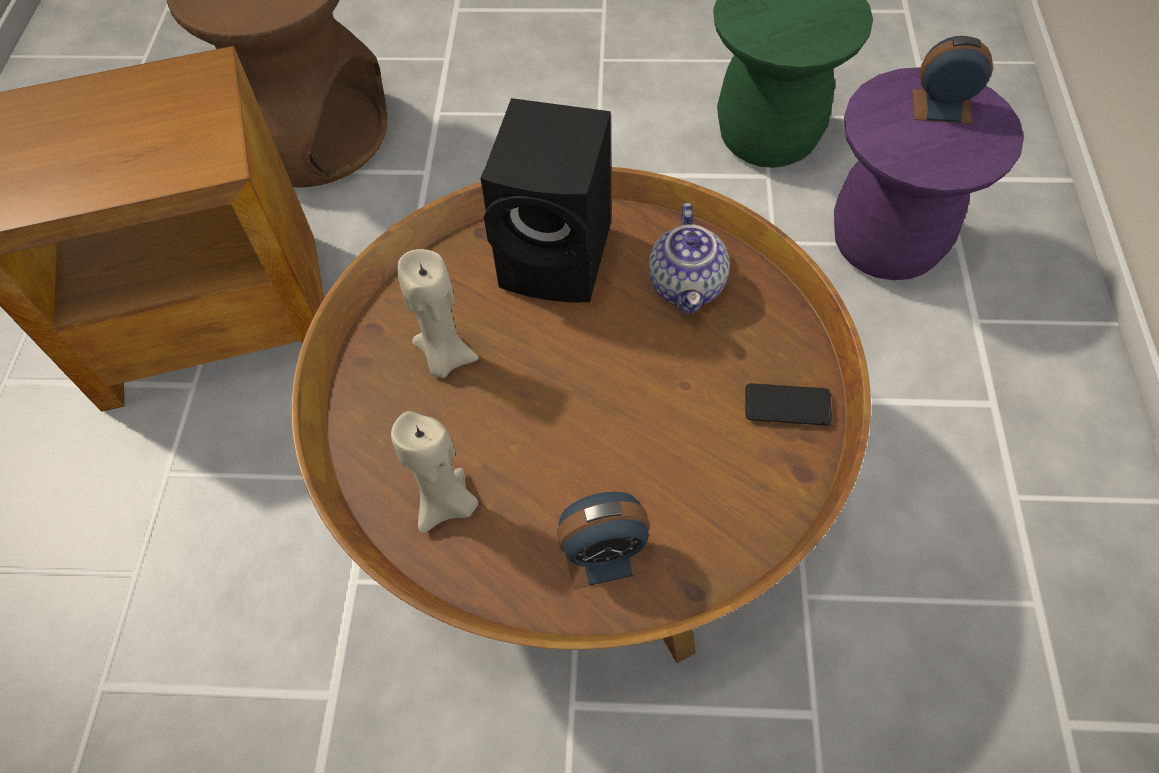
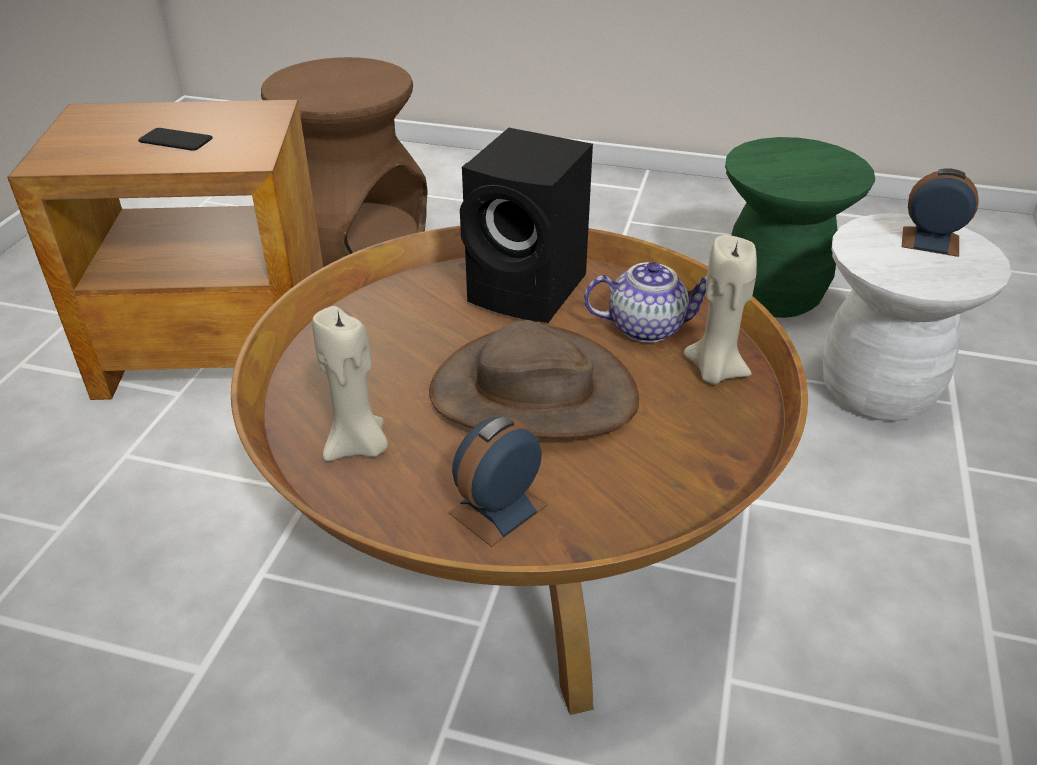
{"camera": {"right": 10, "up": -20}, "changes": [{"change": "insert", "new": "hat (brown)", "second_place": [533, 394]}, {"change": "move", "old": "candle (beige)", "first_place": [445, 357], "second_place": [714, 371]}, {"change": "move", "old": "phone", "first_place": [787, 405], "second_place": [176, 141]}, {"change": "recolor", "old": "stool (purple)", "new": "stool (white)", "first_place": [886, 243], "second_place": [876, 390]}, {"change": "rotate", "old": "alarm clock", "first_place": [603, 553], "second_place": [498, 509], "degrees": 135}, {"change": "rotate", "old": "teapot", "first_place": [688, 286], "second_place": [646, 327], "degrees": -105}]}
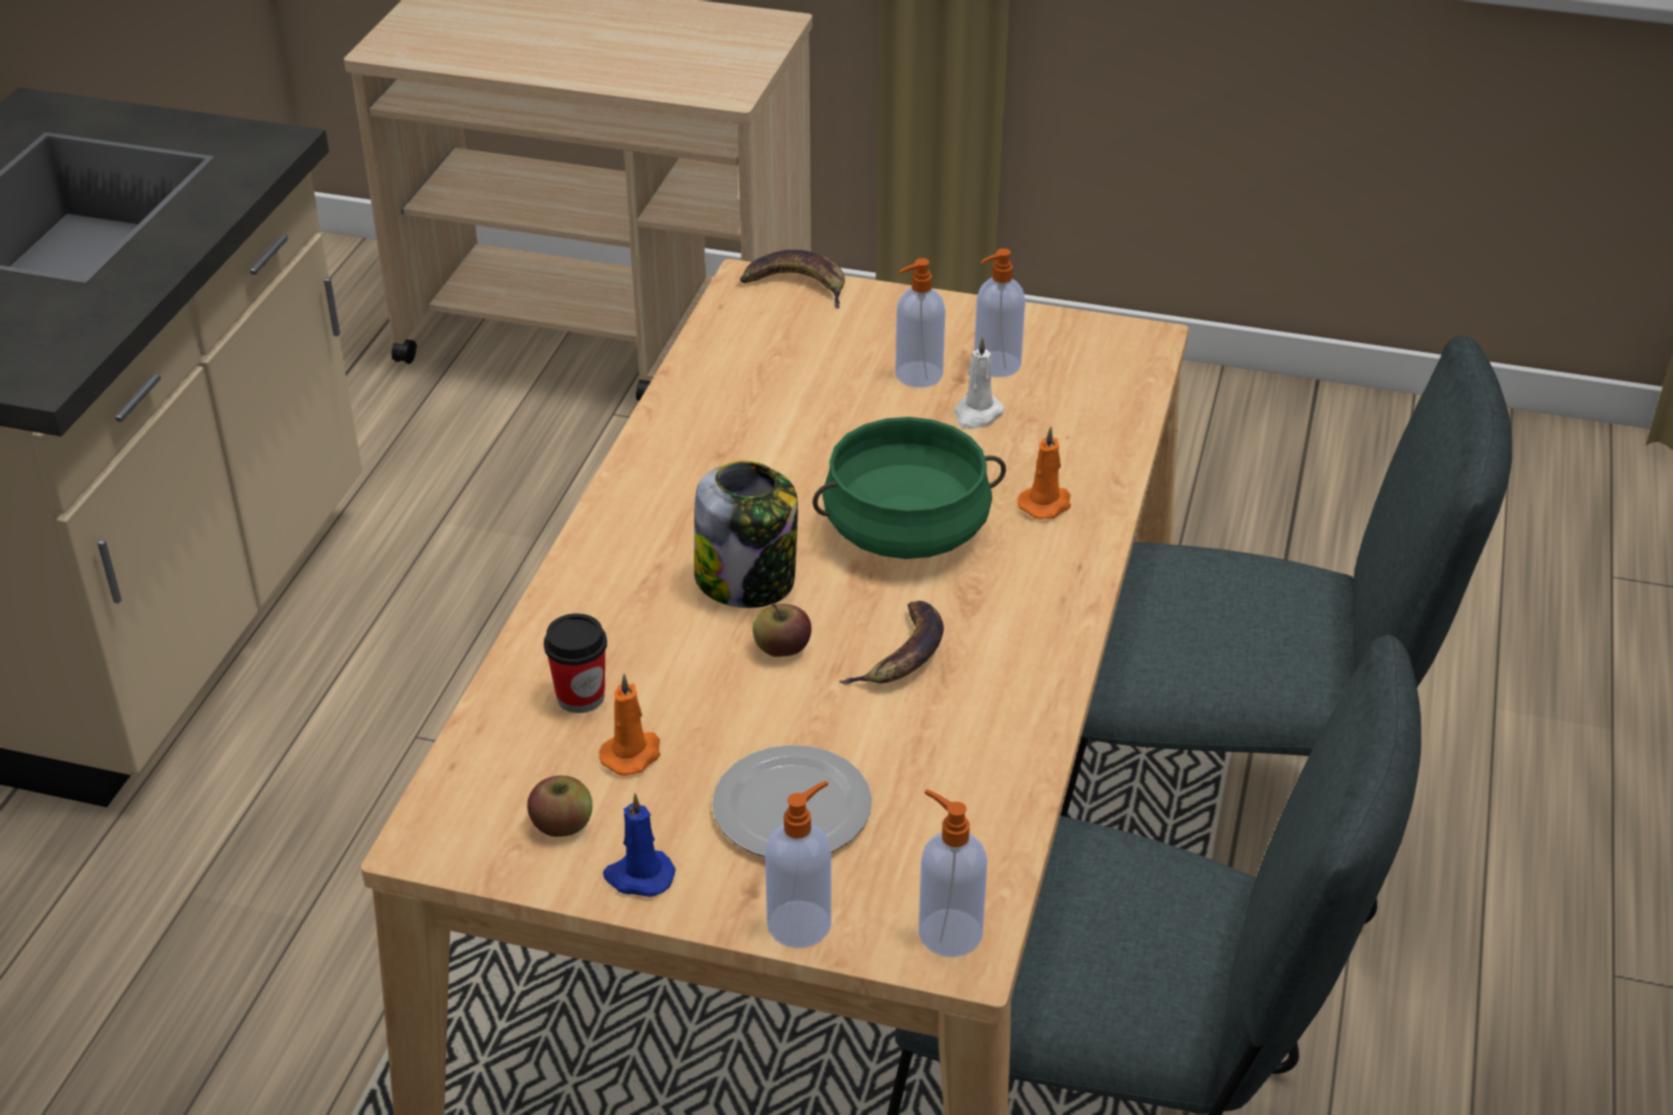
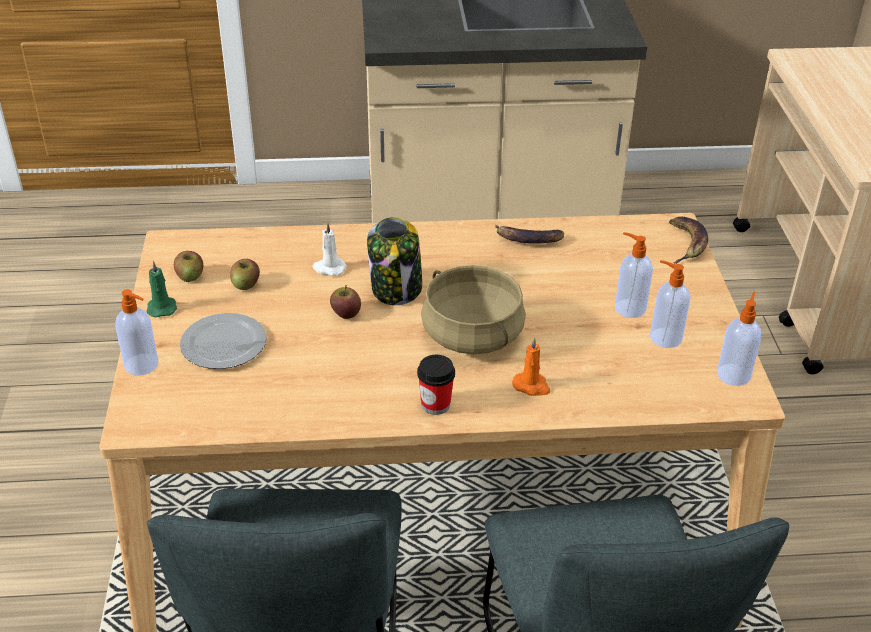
{"camera": {"right": 70, "up": 0}, "changes": [{"change": "move", "old": "cup", "first_place": [580, 696], "second_place": [435, 404]}, {"change": "move", "old": "banana", "first_place": [903, 655], "second_place": [527, 239]}, {"change": "move", "old": "soap dispenser", "first_place": [948, 932], "second_place": [733, 374]}, {"change": "move", "old": "candle (white)", "first_place": [977, 414], "second_place": [329, 268]}, {"change": "replace", "old": "candle (orange)", "new": "apple", "first_place": [633, 754], "second_place": [246, 285]}, {"change": "recolor", "old": "candle (blue)", "new": "candle (green)", "first_place": [638, 876], "second_place": [162, 307]}, {"change": "recolor", "old": "cooking pot (green)", "new": "cooking pot (beige)", "first_place": [906, 531], "second_place": [471, 335]}]}
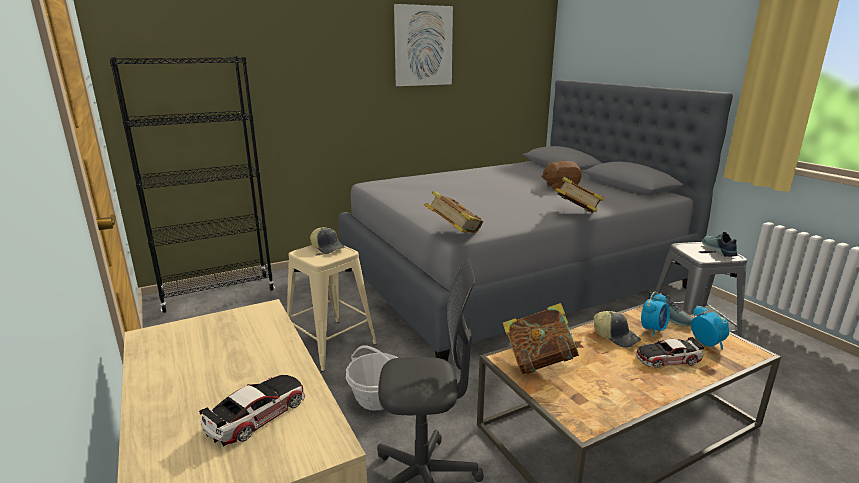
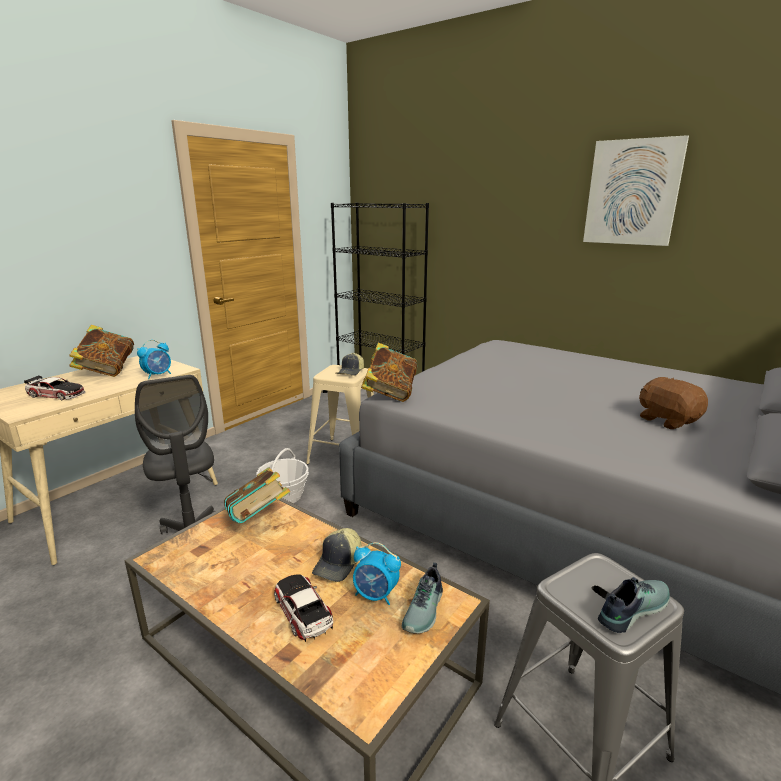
{"camera": {"right": 65, "up": 0}, "changes": [{"change": "move", "old": "book", "first_place": [576, 214], "second_place": [107, 371]}, {"change": "move", "old": "alarm clock", "first_place": [706, 343], "second_place": [158, 375]}]}
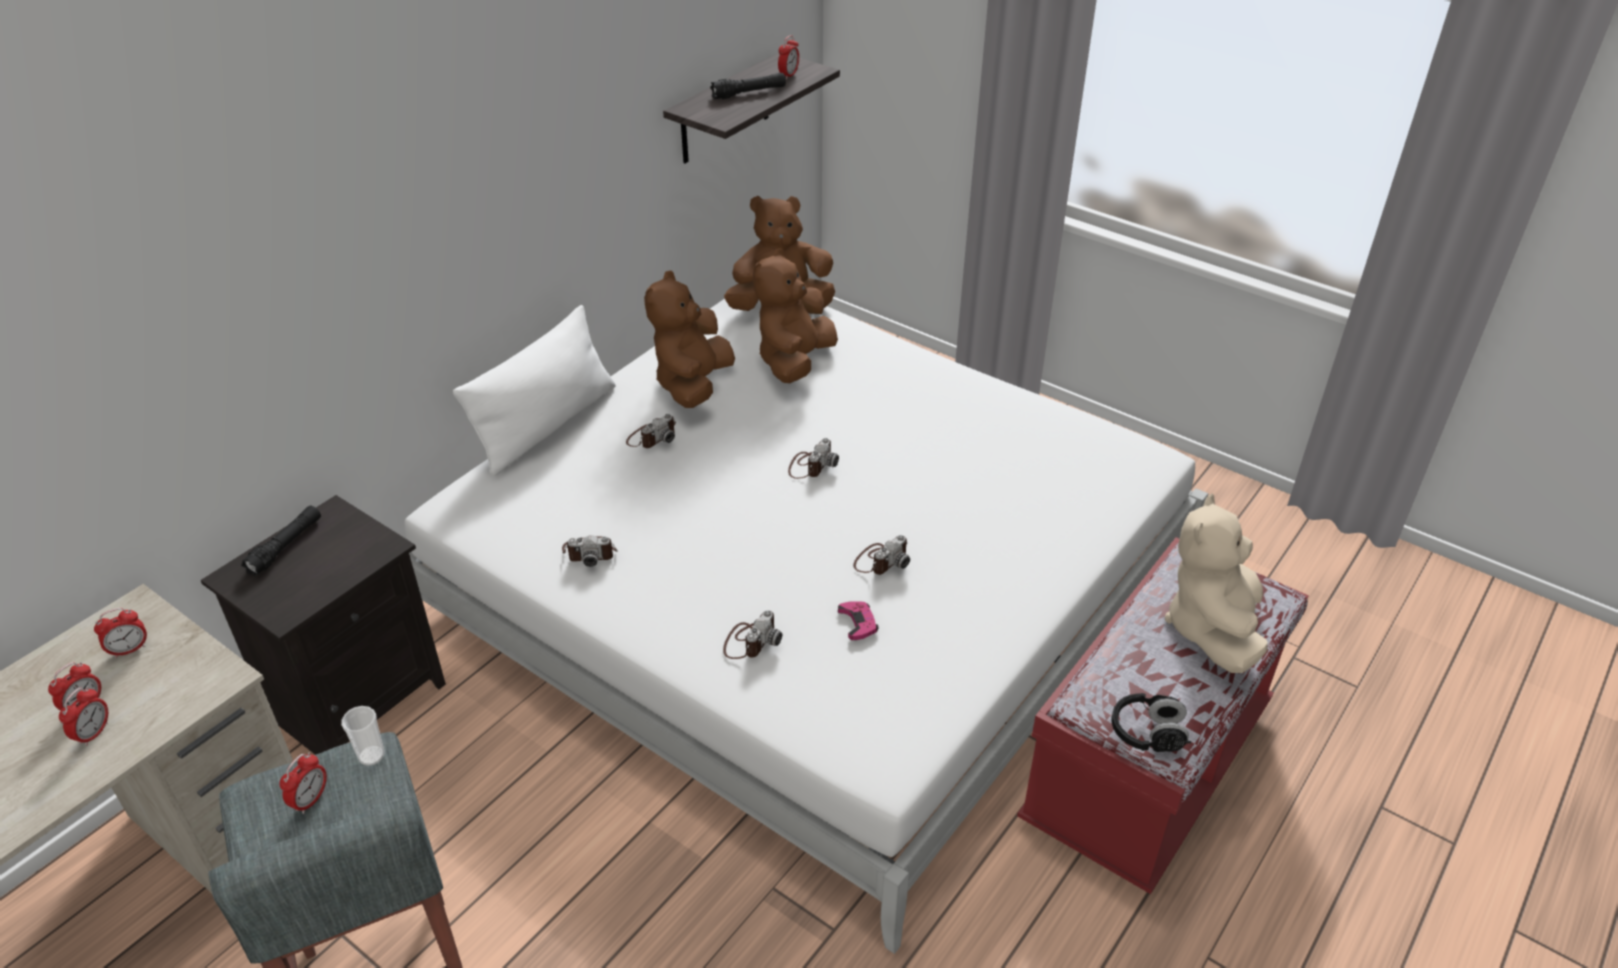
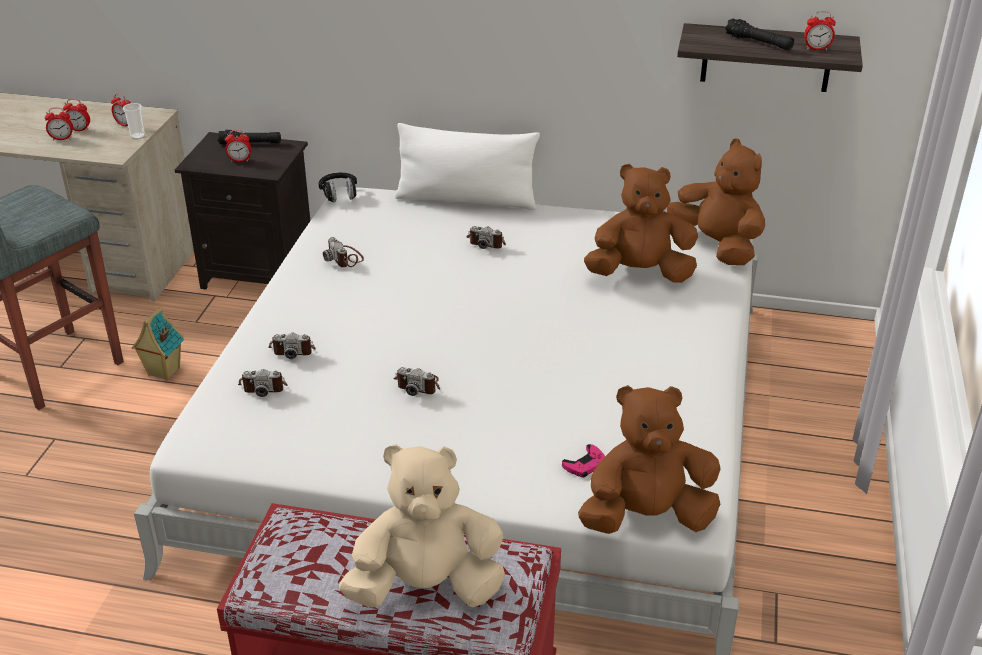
{"camera": {"right": 65, "up": -5}, "changes": [{"change": "insert", "new": "toy house", "second_place": [163, 372]}, {"change": "move", "old": "alarm clock", "first_place": [310, 800], "second_place": [240, 160]}, {"change": "move", "old": "cup", "first_place": [371, 756], "second_place": [137, 136]}, {"change": "move", "old": "plush toy (brown)", "first_place": [693, 385], "second_place": [646, 517]}, {"change": "move", "old": "photo camera", "first_place": [811, 465], "second_place": [263, 386]}, {"change": "move", "old": "game controller (pink)", "first_place": [858, 622], "second_place": [585, 464]}, {"change": "move", "old": "headphones (black)", "first_place": [1147, 734], "second_place": [339, 195]}]}
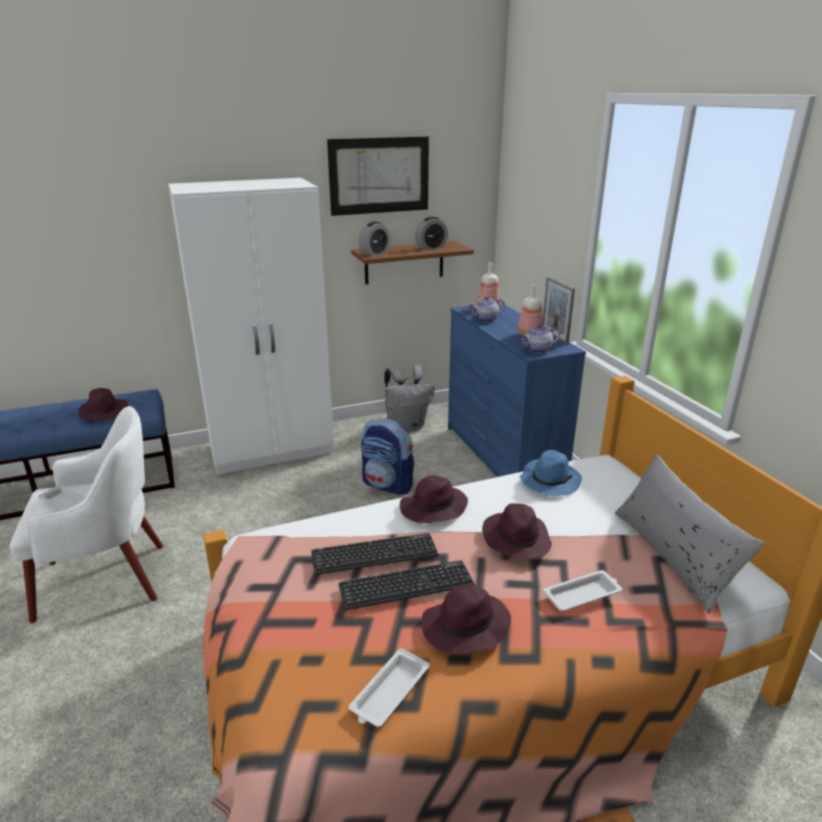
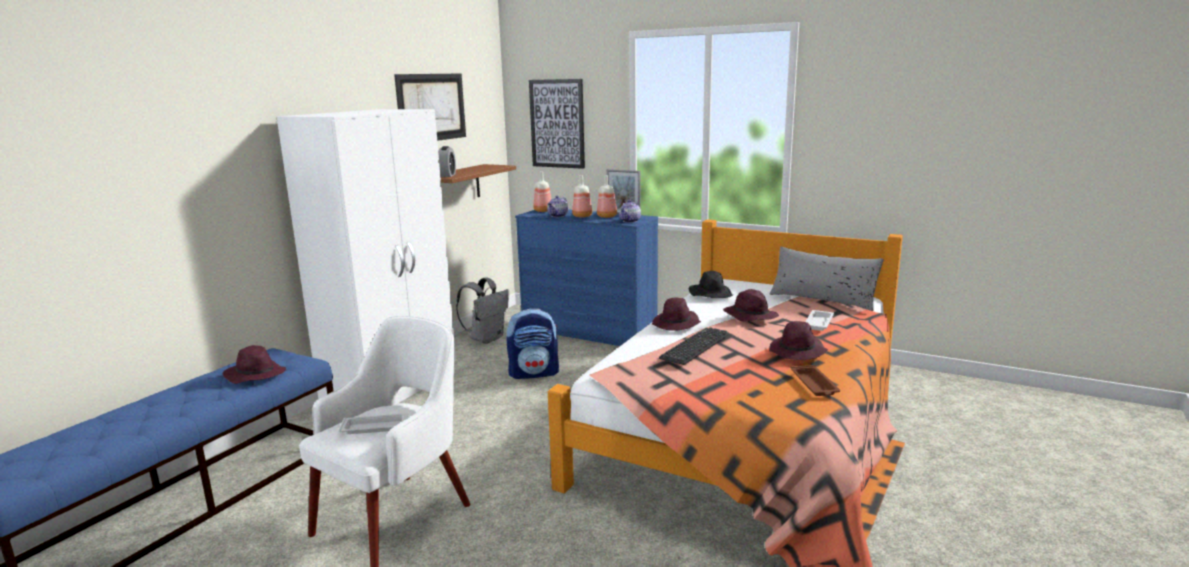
{"camera": {"right": -40, "up": -10}, "changes": [{"change": "delete", "old": "keyboard", "first_place": [406, 585]}, {"change": "delete", "old": "alarm clock", "first_place": [431, 247]}, {"change": "insert", "new": "picture", "second_place": [557, 124]}, {"change": "insert", "new": "bottle", "second_place": [583, 216]}, {"change": "recolor", "old": "tray (white)", "new": "tray (brown)", "first_place": [389, 693], "second_place": [814, 385]}, {"change": "recolor", "old": "hat (blue)", "new": "hat (black)", "first_place": [549, 481], "second_place": [710, 294]}]}
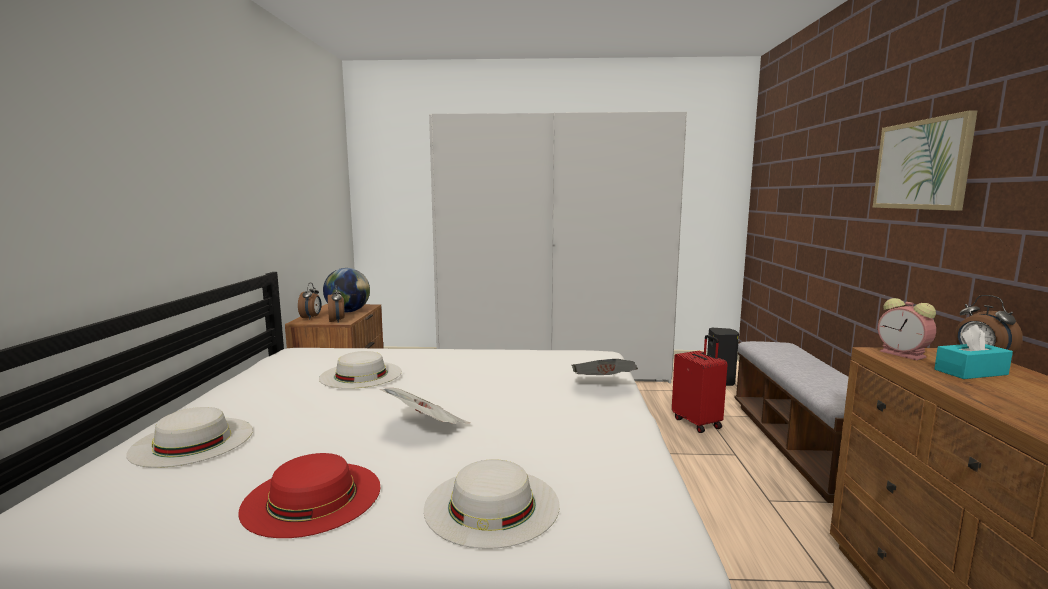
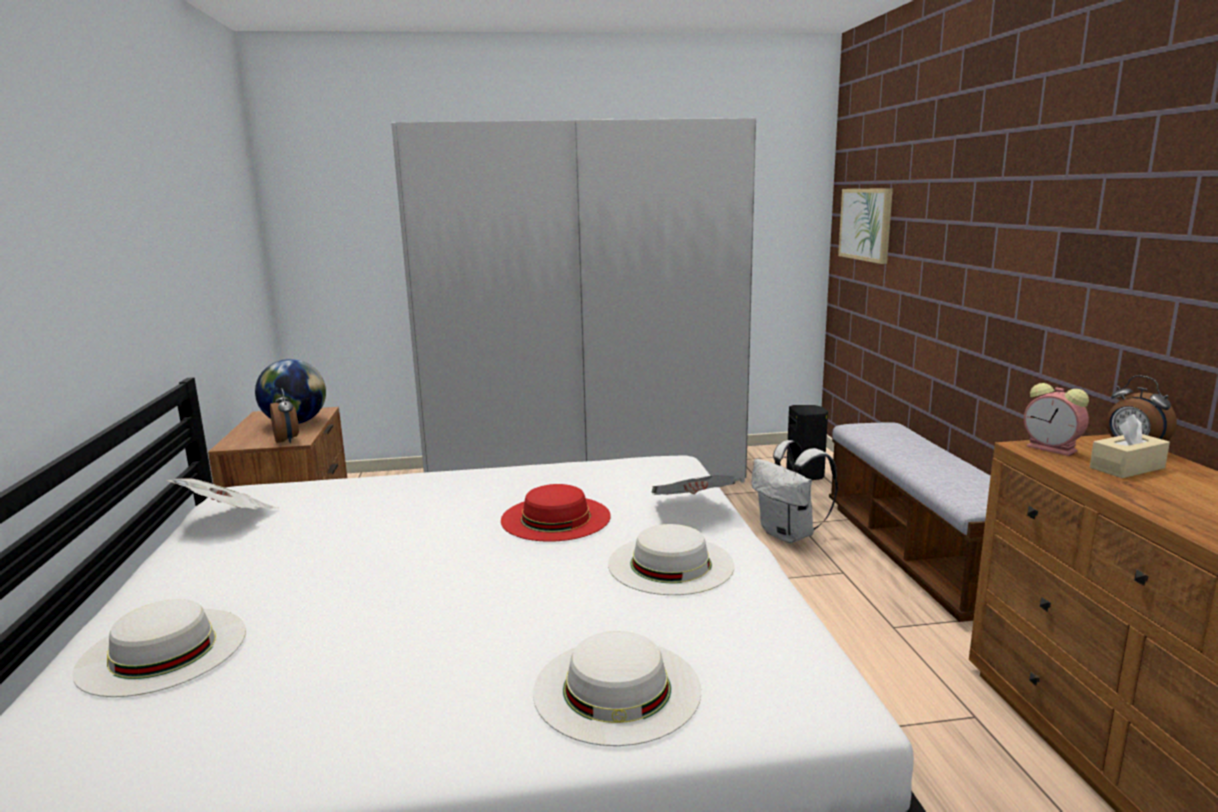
{"camera": {"right": -10, "up": 5}, "changes": [{"change": "delete", "old": "alarm clock", "first_place": [311, 318]}, {"change": "move", "old": "hat (red)", "first_place": [312, 497], "second_place": [555, 518]}, {"change": "move", "old": "hat (white)", "first_place": [361, 374], "second_place": [670, 564]}, {"change": "move", "old": "newspaper", "first_place": [427, 427], "second_place": [229, 517]}, {"change": "move", "old": "picture", "first_place": [922, 165], "second_place": [866, 224]}, {"change": "replace", "old": "suitcase (red)", "new": "backpack (white)", "first_place": [697, 423], "second_place": [789, 535]}, {"change": "recolor", "old": "tissue box (turquoise)", "new": "tissue box (beige)", "first_place": [970, 372], "second_place": [1127, 468]}]}
